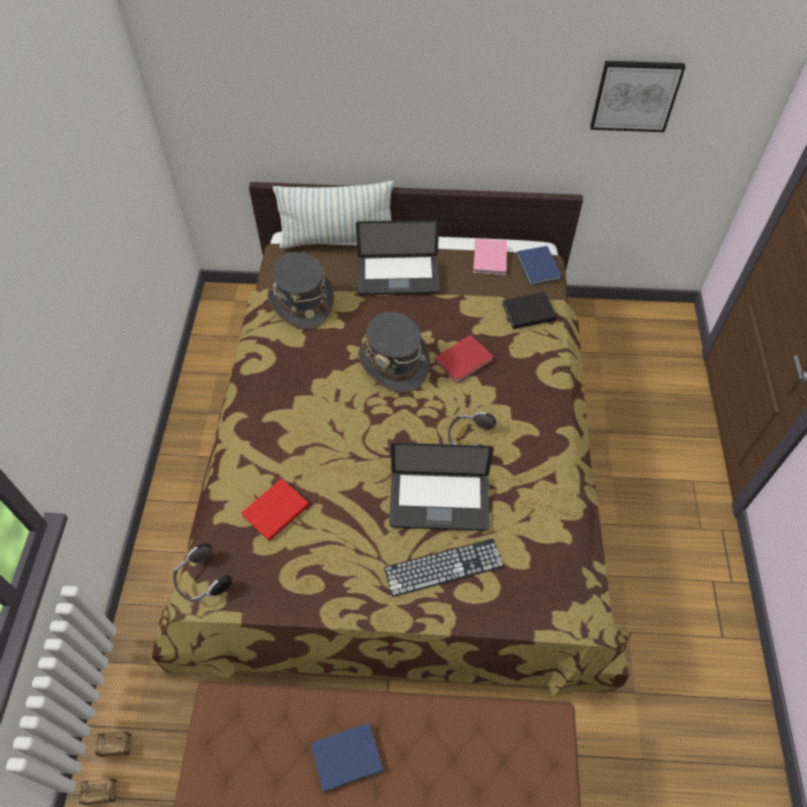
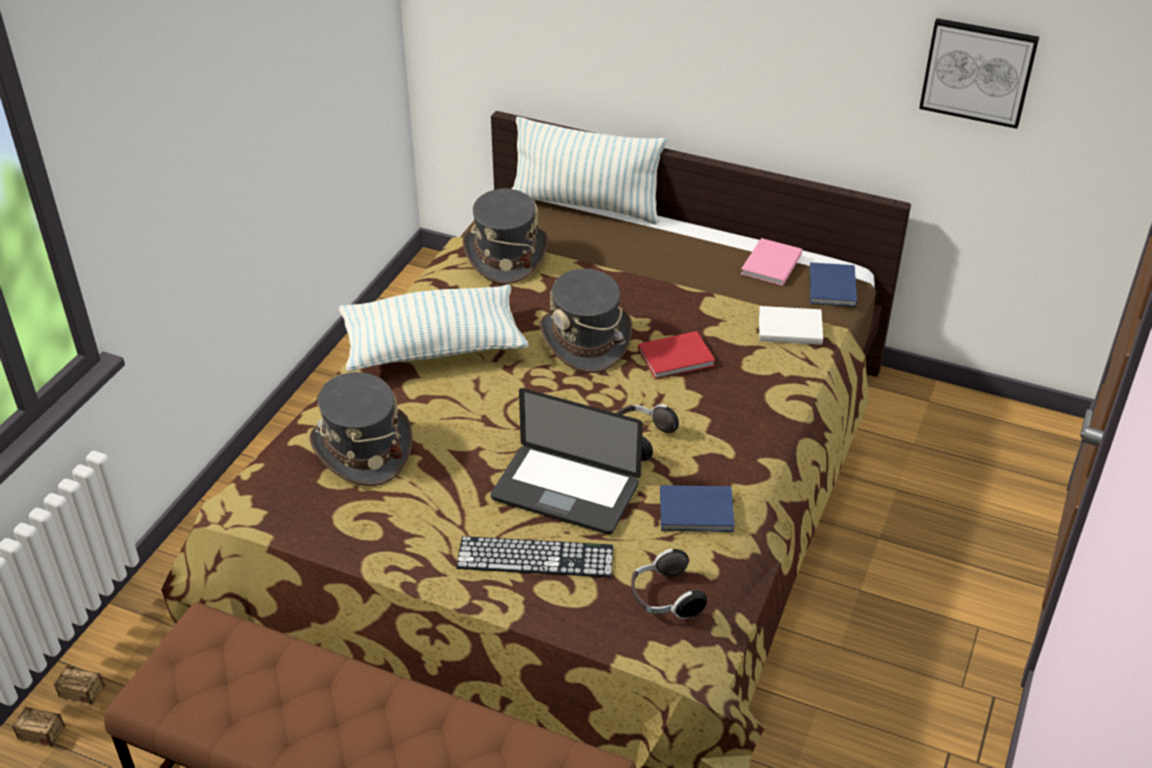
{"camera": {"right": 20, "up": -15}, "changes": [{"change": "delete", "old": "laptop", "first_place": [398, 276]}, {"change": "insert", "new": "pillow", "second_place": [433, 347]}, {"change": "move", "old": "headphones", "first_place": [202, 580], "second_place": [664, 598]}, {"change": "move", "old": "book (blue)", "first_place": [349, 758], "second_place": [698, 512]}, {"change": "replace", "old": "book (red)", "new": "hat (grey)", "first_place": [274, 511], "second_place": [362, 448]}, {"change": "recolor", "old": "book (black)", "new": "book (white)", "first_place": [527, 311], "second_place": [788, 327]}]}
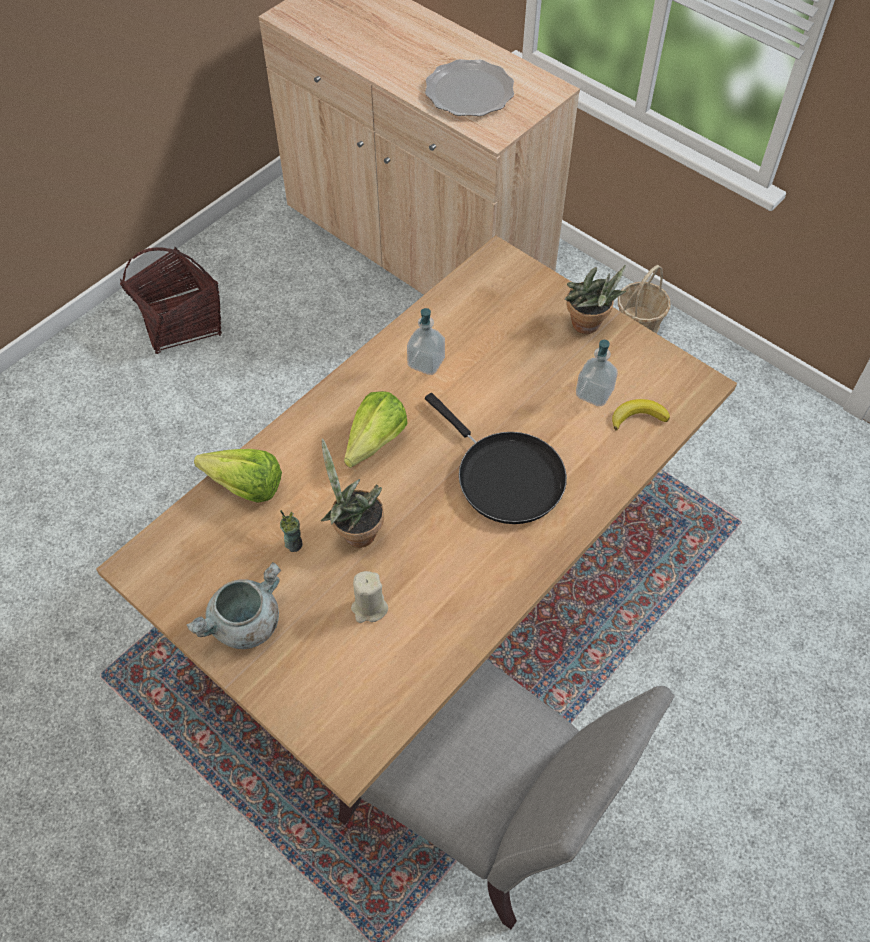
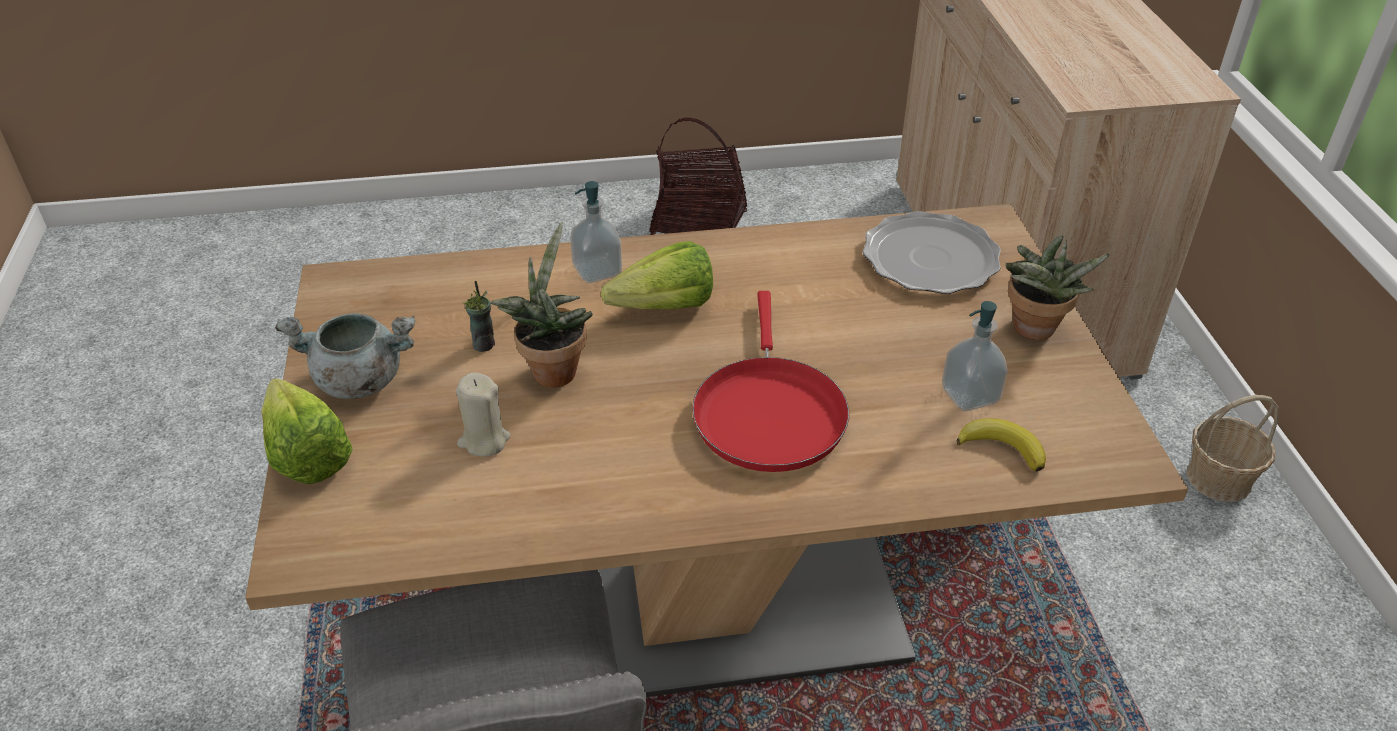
{"camera": {"right": 40, "up": -15}, "changes": [{"change": "move", "old": "lettuce", "first_place": [240, 483], "second_place": [306, 448]}, {"change": "move", "old": "soap dispenser", "first_place": [426, 362], "second_place": [597, 271]}, {"change": "move", "old": "plate", "first_place": [468, 92], "second_place": [929, 258]}, {"change": "recolor", "old": "frying pan (black)", "new": "frying pan (red)", "first_place": [505, 476], "second_place": [768, 412]}]}
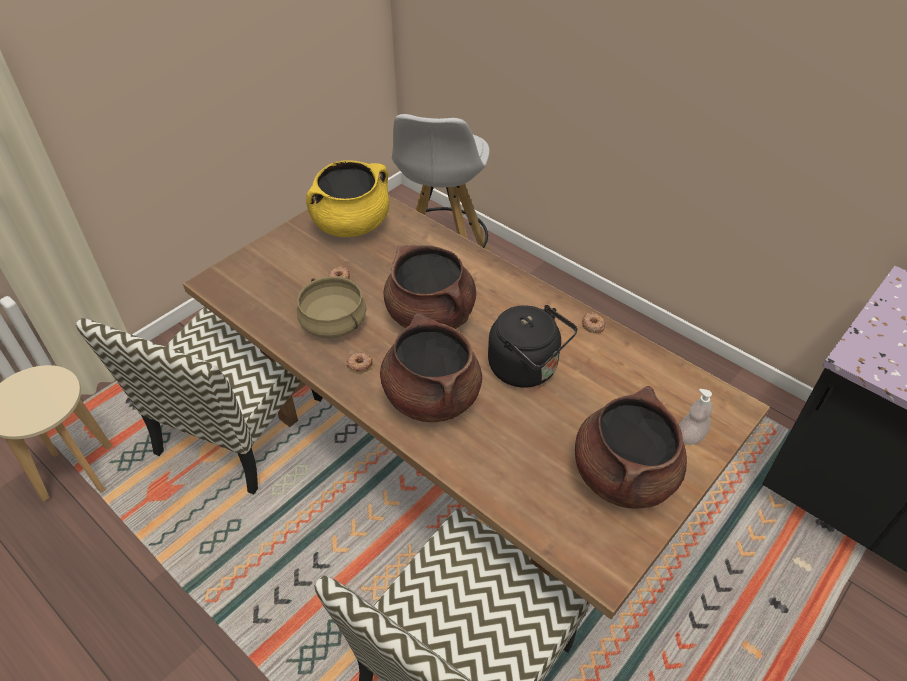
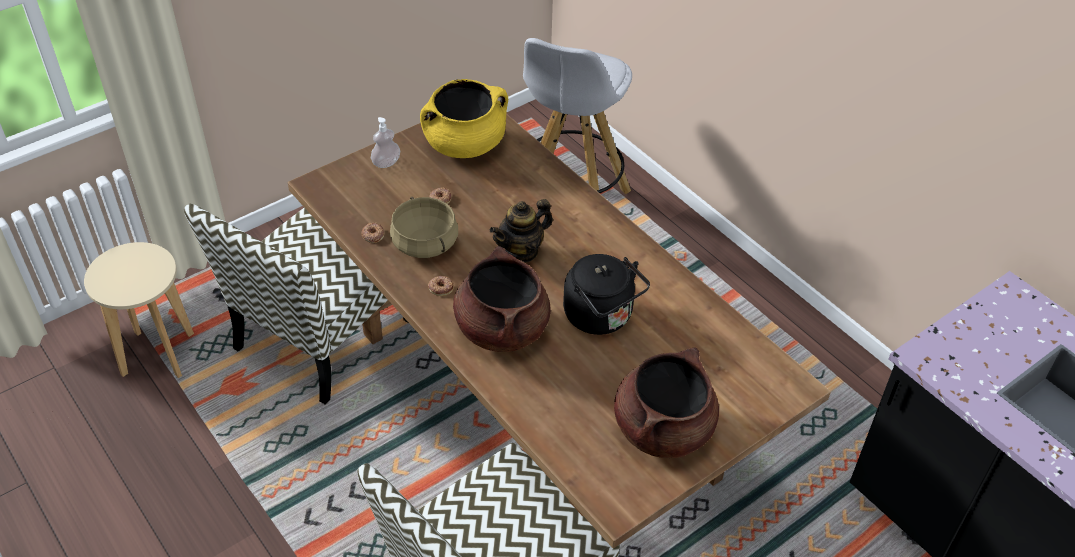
{"camera": {"right": 10, "up": 0}, "changes": [{"change": "move", "old": "donut", "first_place": [593, 325], "second_place": [373, 235]}, {"change": "move", "old": "soap dispenser", "first_place": [690, 436], "second_place": [386, 163]}, {"change": "replace", "old": "cooking pot (brown)", "new": "teapot", "first_place": [431, 316], "second_place": [521, 251]}]}
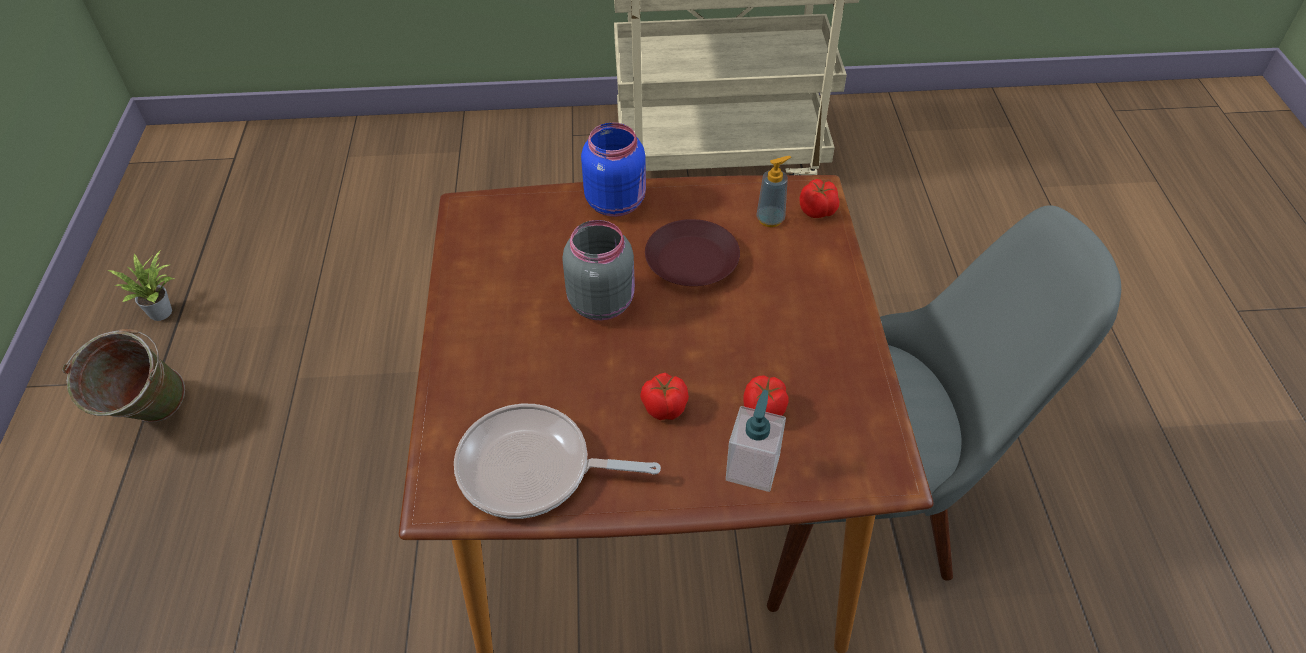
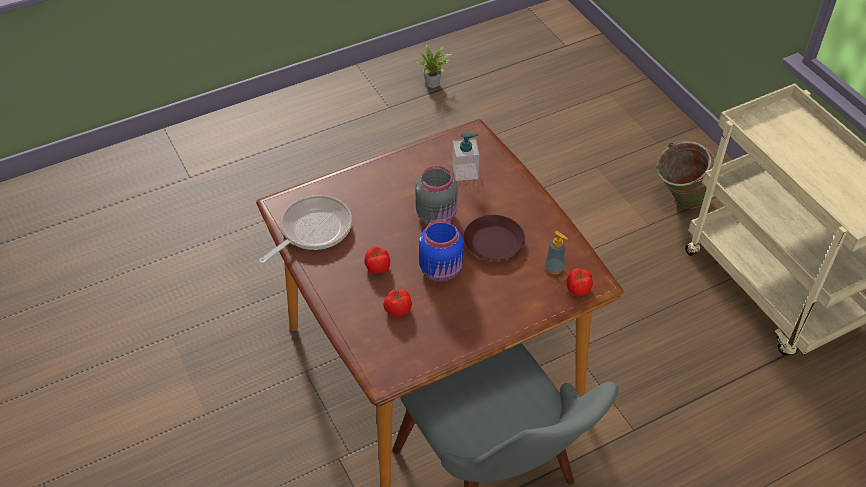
{"camera": {"right": 65, "up": 0}, "changes": [{"change": "move", "old": "bucket (green)", "first_place": [150, 419], "second_place": [678, 200]}, {"change": "move", "old": "jar (blue)", "first_place": [617, 202], "second_place": [442, 270]}, {"change": "move", "old": "soap dispenser", "first_place": [752, 467], "second_place": [465, 172]}, {"change": "rotate", "old": "frying pan", "first_place": [532, 469], "second_place": [313, 230], "degrees": 60}]}
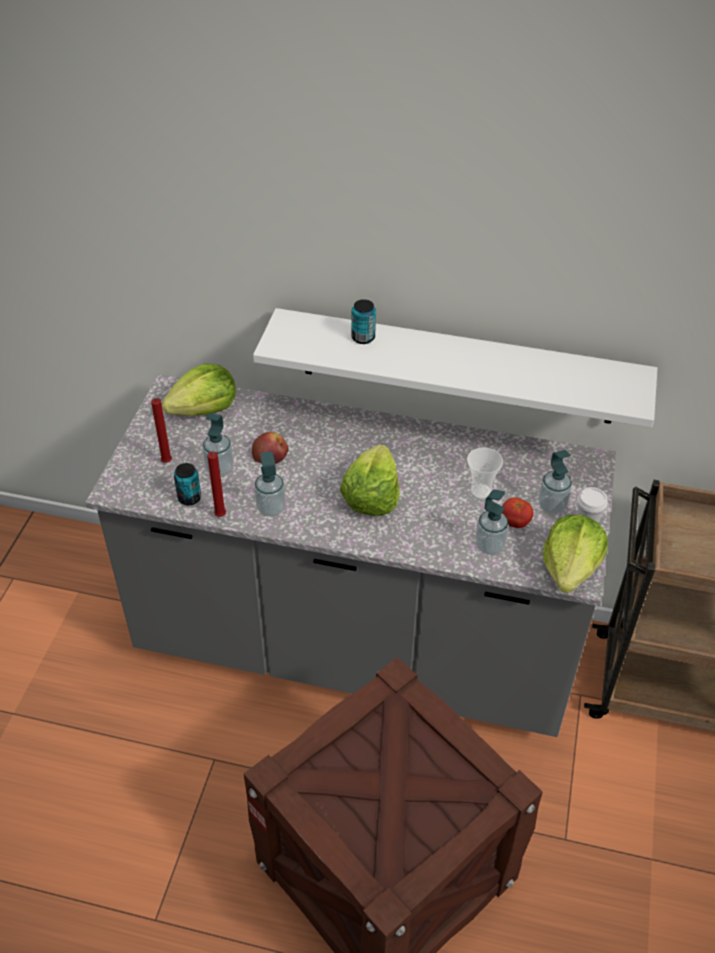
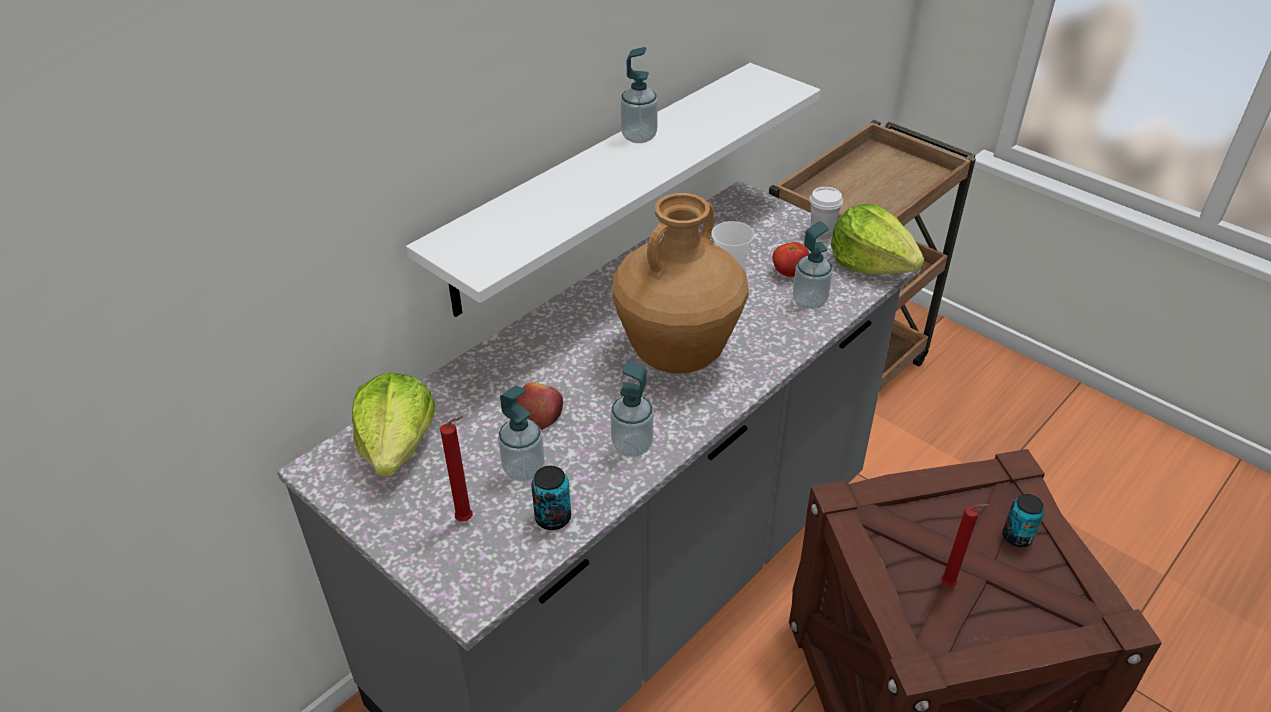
{"camera": {"right": -60, "up": -5}, "changes": [{"change": "move", "old": "candle (red)", "first_place": [220, 517], "second_place": [950, 585]}, {"change": "move", "old": "can", "first_place": [363, 338], "second_place": [1017, 537]}, {"change": "move", "old": "soap dispenser", "first_place": [551, 505], "second_place": [639, 137]}, {"change": "replace", "old": "lettuce", "new": "vase (brown)", "first_place": [371, 496], "second_place": [677, 356]}]}
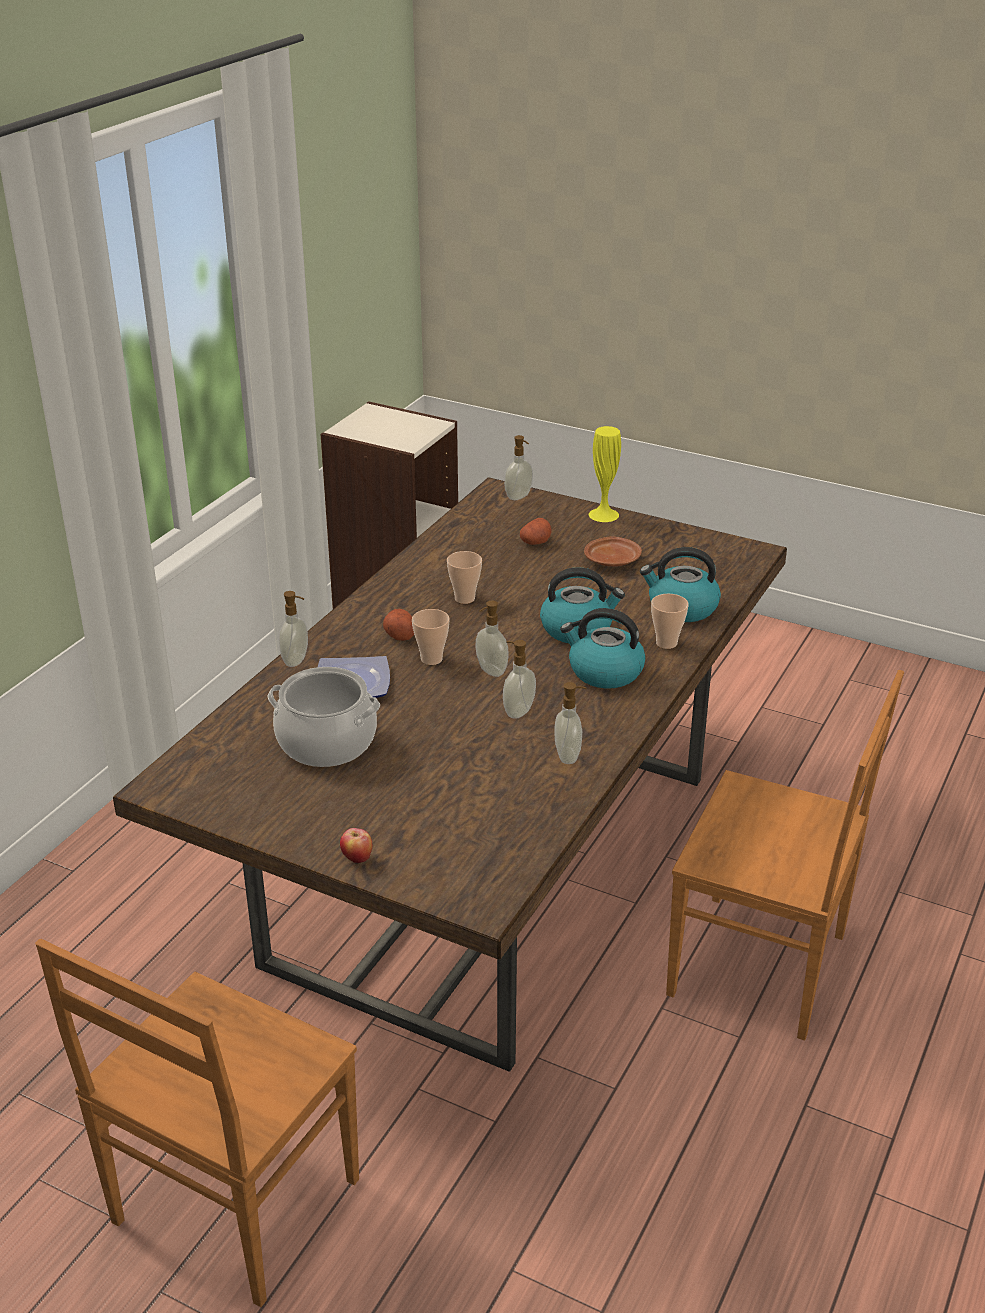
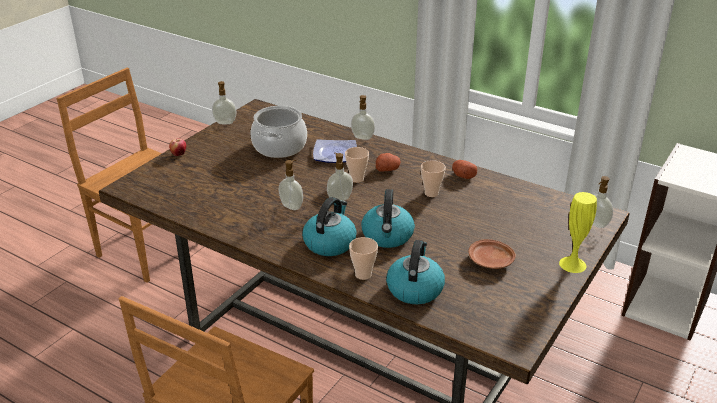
{"camera": {"right": 95, "up": 0}, "changes": [{"change": "move", "old": "potato", "first_place": [535, 542], "second_place": [463, 175]}, {"change": "move", "old": "soap dispenser", "first_place": [569, 756], "second_place": [225, 123]}]}
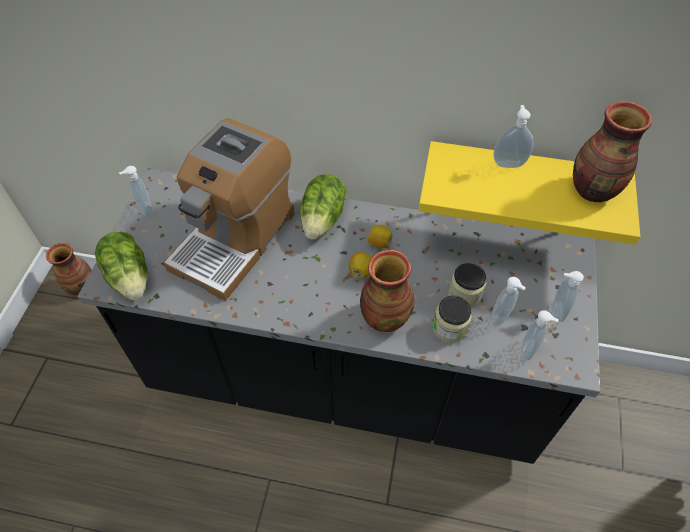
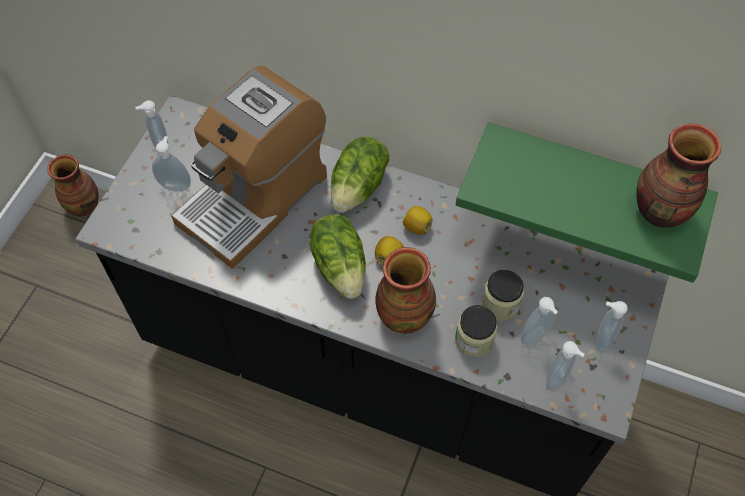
{"camera": {"right": 10, "up": 5}, "changes": [{"change": "move", "old": "lettuce", "first_place": [130, 276], "second_place": [341, 266]}, {"change": "move", "old": "soap dispenser", "first_place": [508, 163], "second_place": [176, 185]}, {"change": "recolor", "old": "shelf (yellow)", "new": "shelf (green)", "first_place": [522, 180], "second_place": [591, 180]}]}
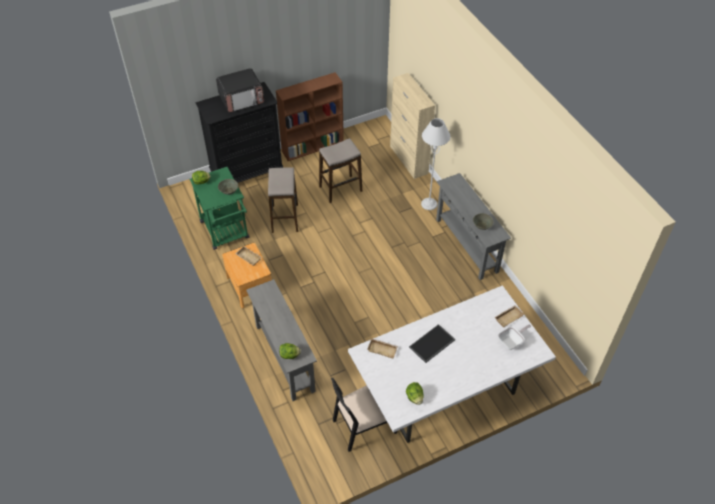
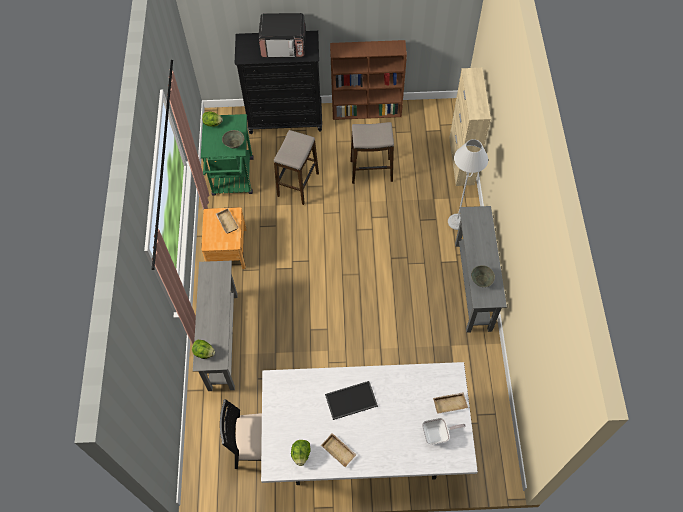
{"camera": {"right": 25, "up": 10}, "changes": [{"change": "move", "old": "tray (beige)", "first_place": [383, 349], "second_place": [339, 450]}]}
